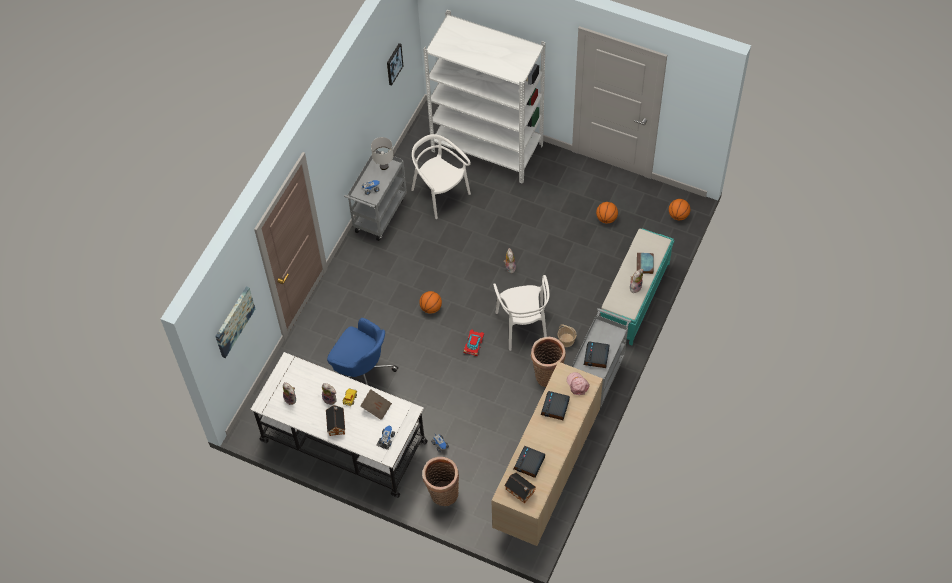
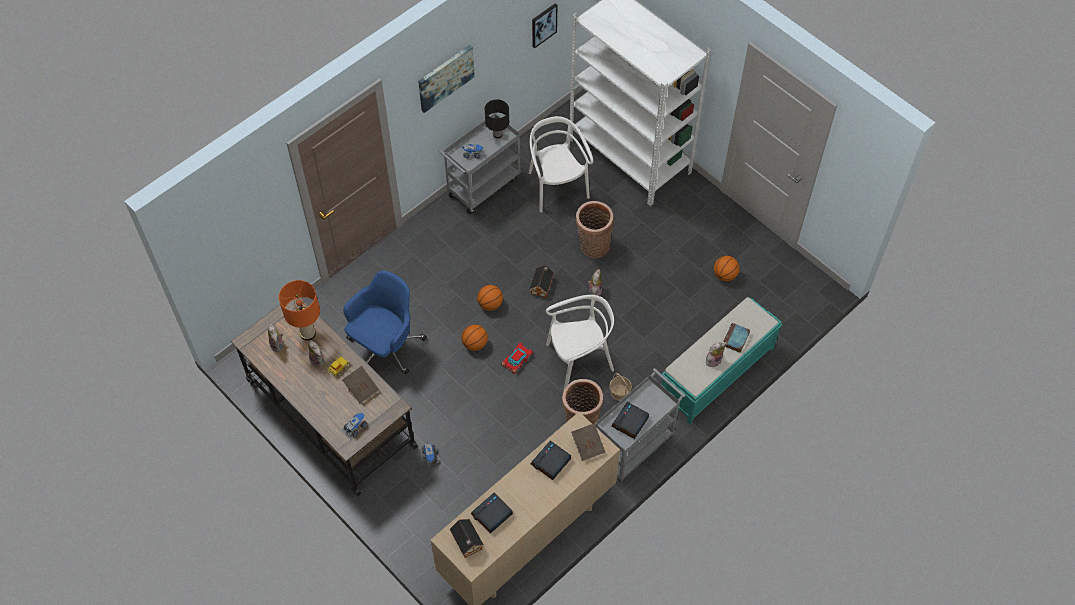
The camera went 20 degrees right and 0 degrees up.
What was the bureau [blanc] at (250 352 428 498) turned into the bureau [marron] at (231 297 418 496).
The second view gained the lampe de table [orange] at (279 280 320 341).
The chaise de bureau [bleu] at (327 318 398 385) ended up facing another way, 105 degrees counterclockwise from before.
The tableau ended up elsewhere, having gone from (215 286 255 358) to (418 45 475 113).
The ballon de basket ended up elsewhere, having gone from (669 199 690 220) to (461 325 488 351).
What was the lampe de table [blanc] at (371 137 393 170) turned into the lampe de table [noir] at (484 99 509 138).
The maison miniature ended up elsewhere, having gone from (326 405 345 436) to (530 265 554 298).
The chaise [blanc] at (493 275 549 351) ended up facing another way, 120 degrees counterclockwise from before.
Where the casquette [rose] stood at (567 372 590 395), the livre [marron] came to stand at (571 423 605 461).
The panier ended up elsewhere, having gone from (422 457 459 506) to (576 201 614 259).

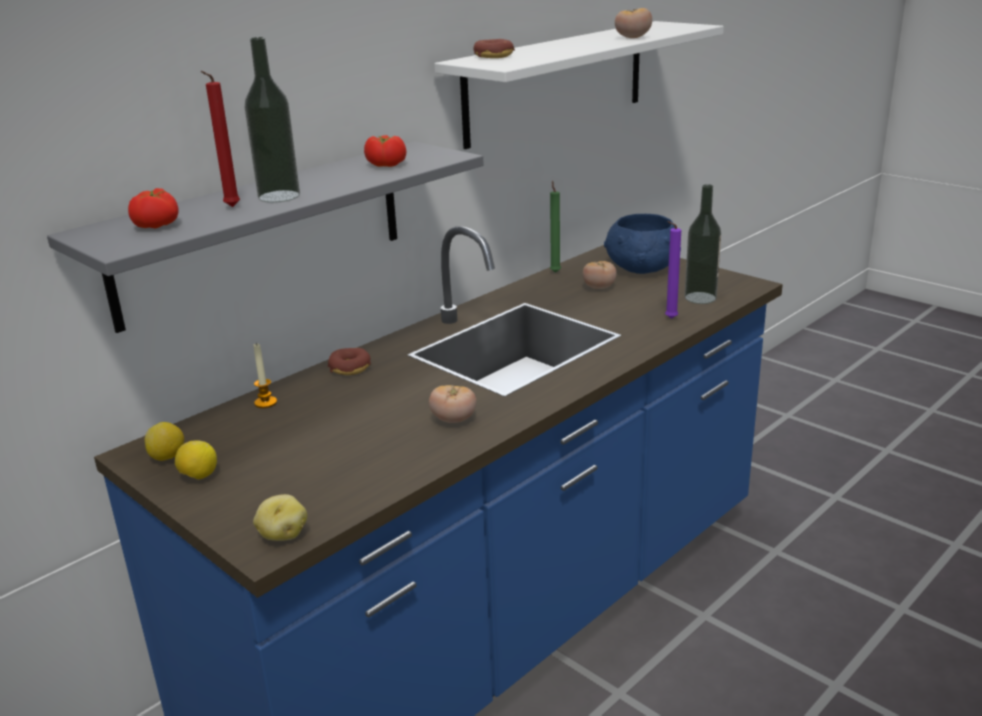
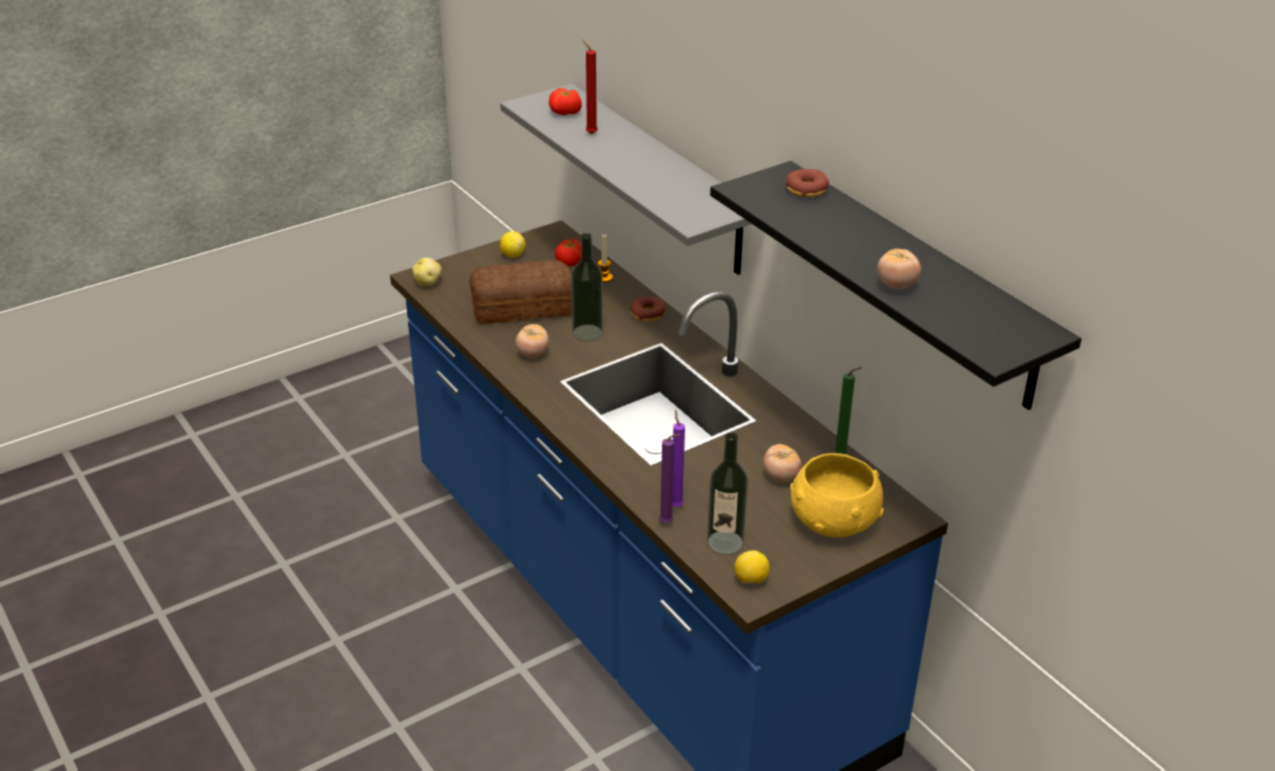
The camera went 100 degrees right and 10 degrees up.
The second view gained the pain at (469 260 572 324).
The tomate ended up elsewhere, having gone from (364 135 406 167) to (555 239 581 266).
The bouteille ended up elsewhere, having gone from (245 37 300 203) to (571 233 603 341).
The second view gained the bougie [violet] at (659 434 681 523).
What was the étagère [blanc] at (434 21 724 149) turned into the étagère [noir] at (710 161 1081 410).
The citron ended up elsewhere, having gone from (145 422 184 461) to (734 550 769 583).
What was the bol [bleu] at (604 214 681 274) turned into the bol [jaune] at (790 453 884 538).

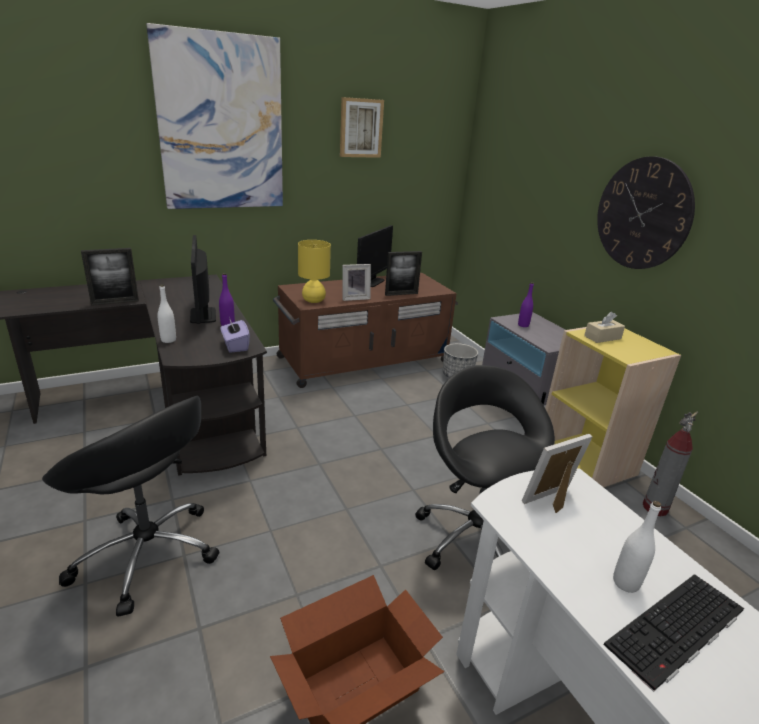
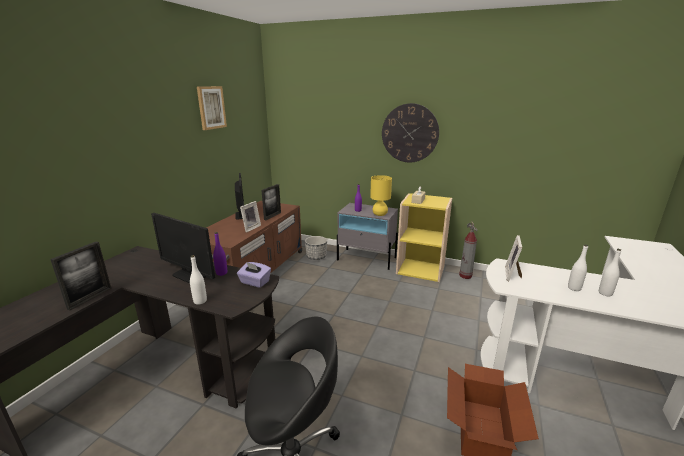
The camera went 40 degrees left and 5 degrees down.
The lampe de table [jaune] ended up elsewhere, having gone from (298 240 331 303) to (370 175 392 216).
Where the clavier stood at (604 574 744 692), the bouteille [blanc] came to stand at (599 249 621 296).
The second view lost the tableau at (146 23 283 209).
The second view lost the chaise de bureau [noir] at (415 365 555 570).

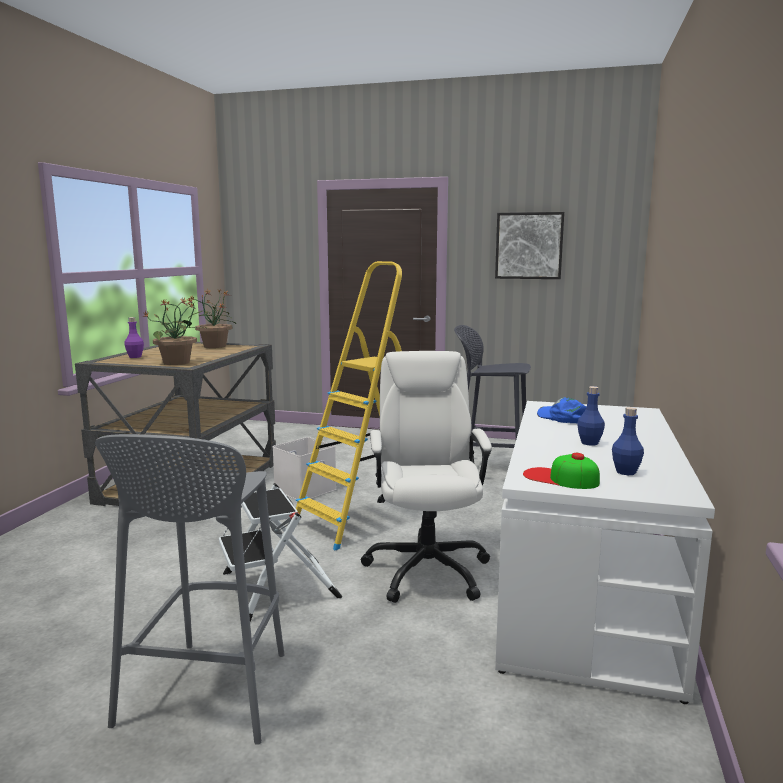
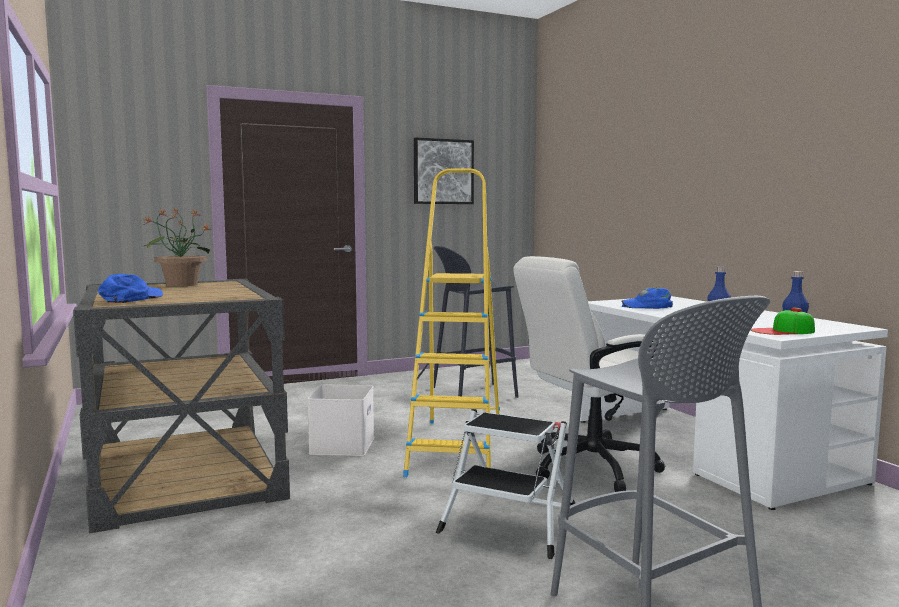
The camera went 40 degrees left and 5 degrees down.
Where the bouteille [violet] stood at (124 317 144 358), the casquette [bleu] came to stand at (98 274 163 303).
The chaise de bureau [blanc] at (361 351 492 603) ended up facing another way, 75 degrees counterclockwise from before.
The second view lost the plante en pot at (142 297 208 365).

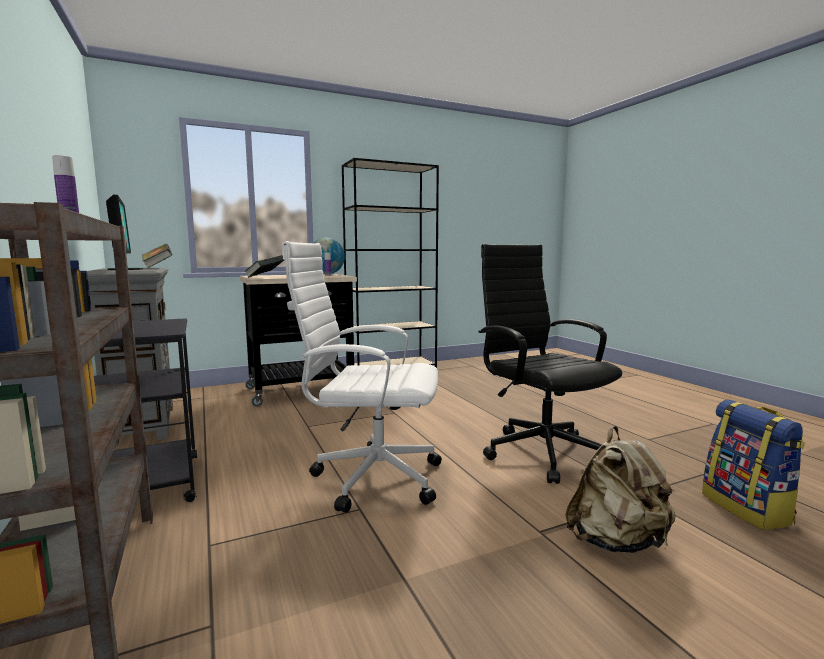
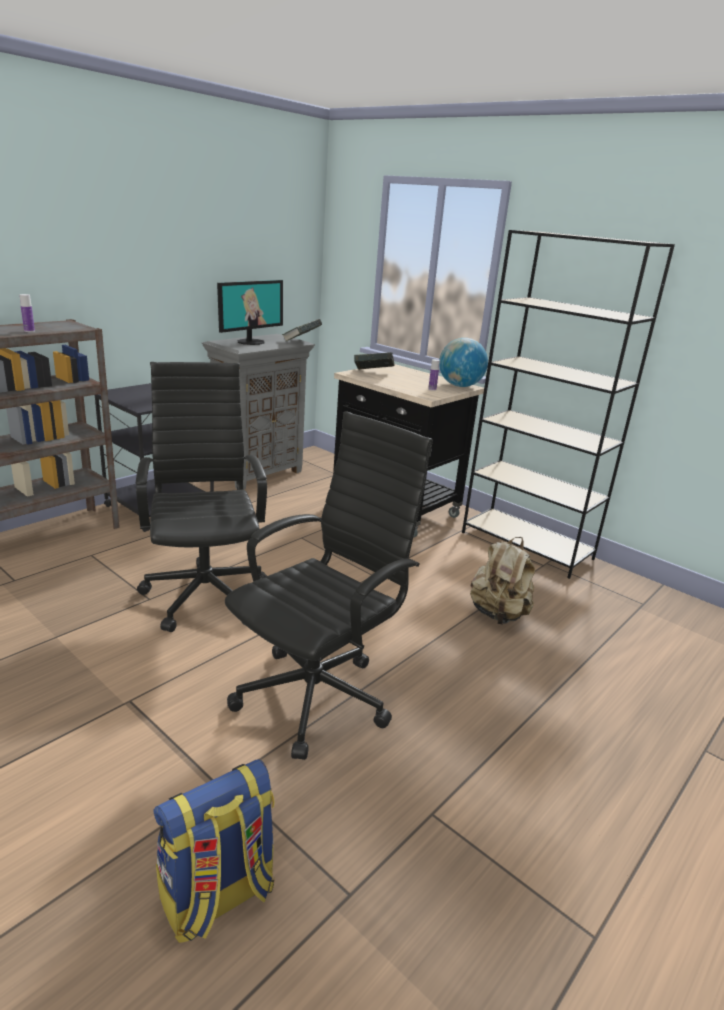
The camera went 65 degrees right and 15 degrees up.
What was the chaise de bureau [blanc] at (282 241 442 513) turned into the chaise de bureau [noir] at (136 362 267 632).
The sac à dos [beige] ended up elsewhere, having gone from (565 426 676 553) to (470 537 535 625).

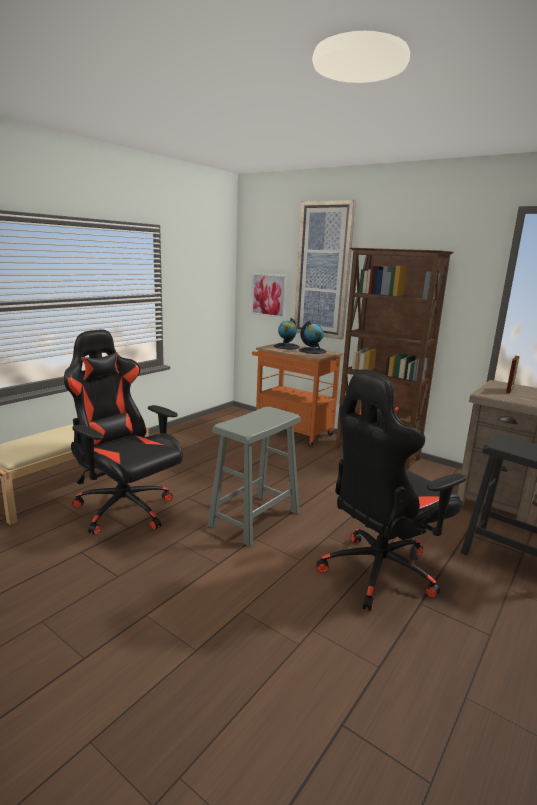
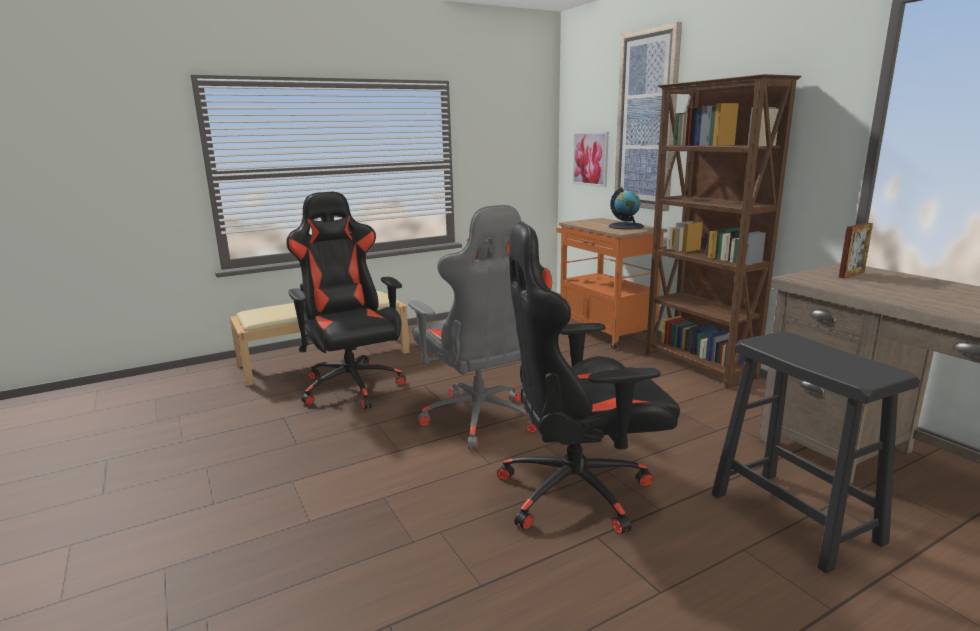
The camera went 25 degrees right and 0 degrees up.
Where the tabouret [gris] stood at (208 407 301 547), the chaise de bureau [gris] came to stand at (408 205 538 450).
The second view lost the globe at (274 318 300 349).

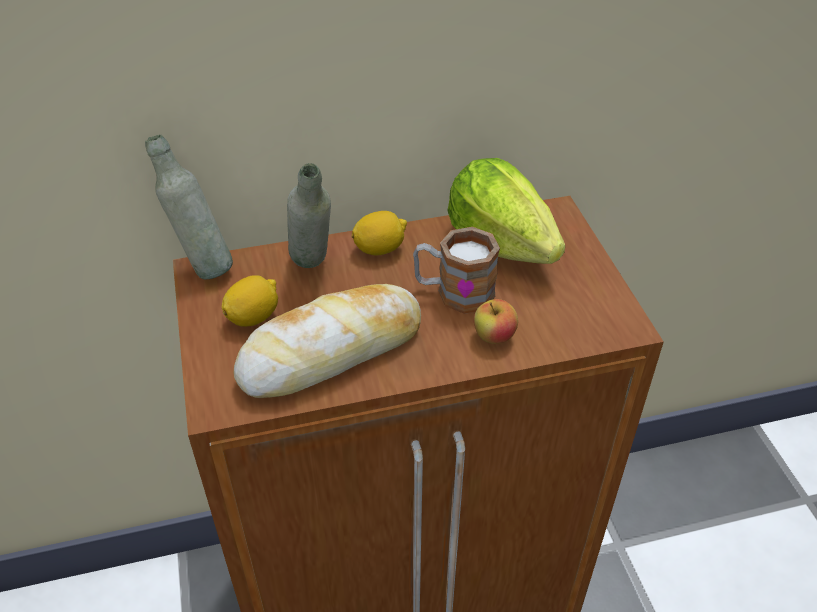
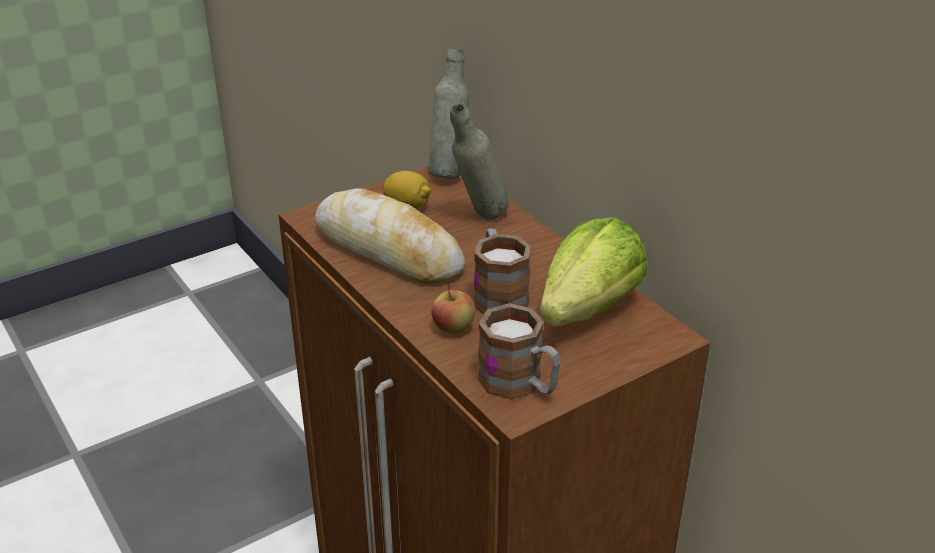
The camera went 70 degrees right and 10 degrees down.
The second view gained the mug at (478 303 560 399).
The second view lost the citron at (352 211 407 255).

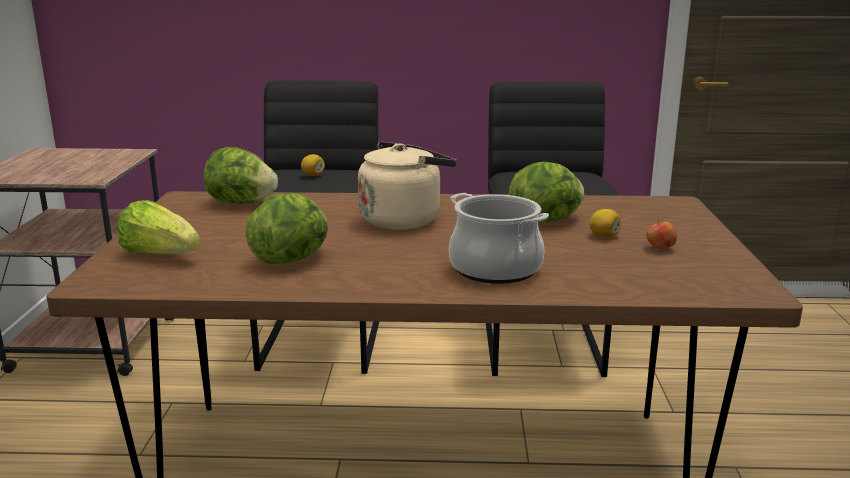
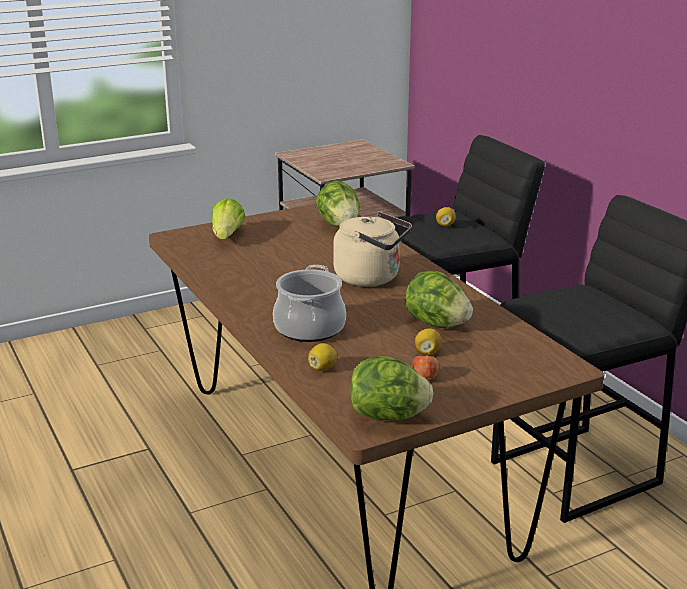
The camera went 60 degrees right and 5 degrees up.
The second view gained the citron at (308 343 337 371).
The laitue ended up elsewhere, having gone from (245 193 328 264) to (350 356 433 421).

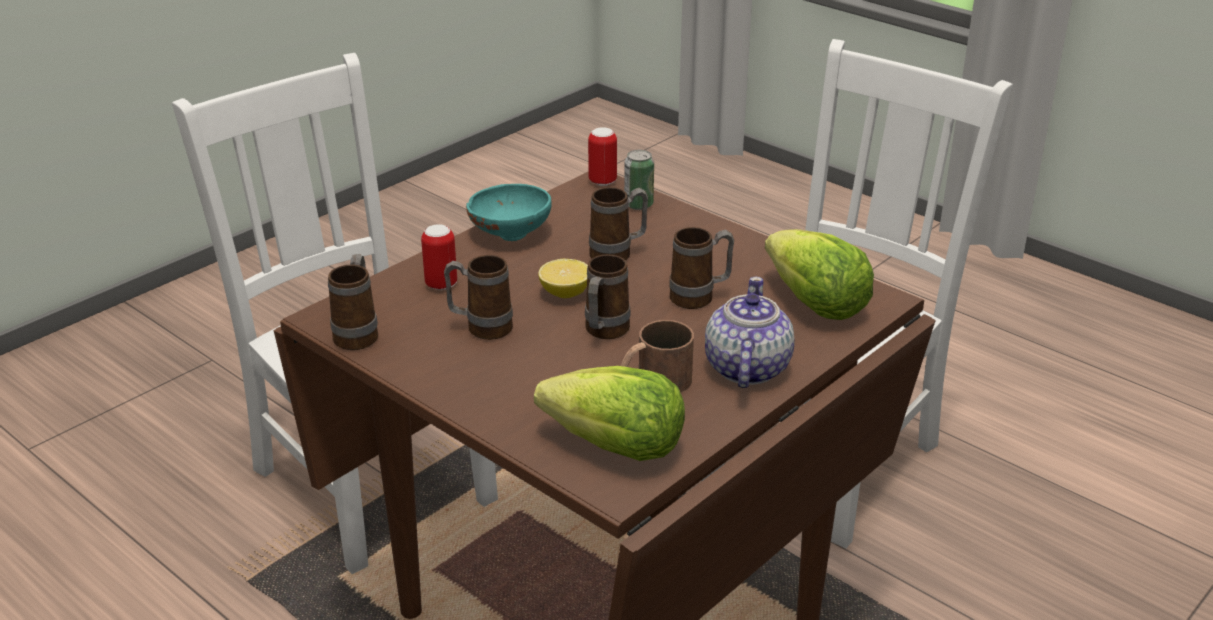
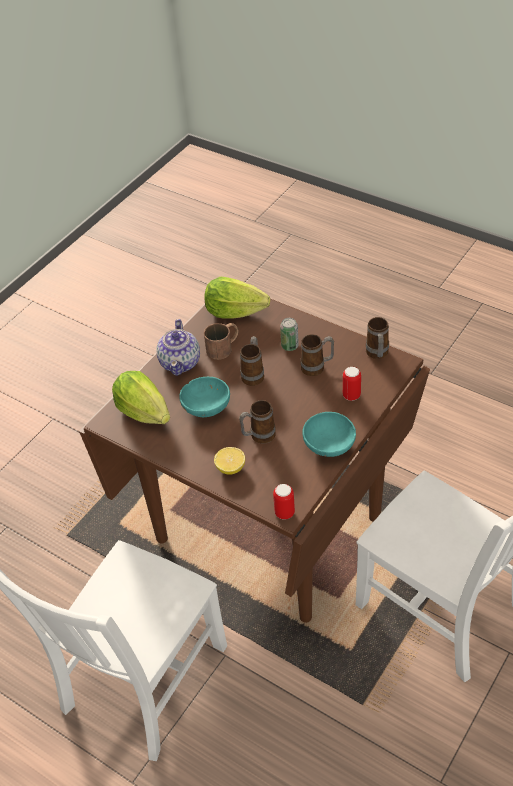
The camera went 175 degrees right and 15 degrees up.
Where the mug stood at (669 227 734 309), the bol [turquoise] came to stand at (179 377 230 417).
The citron ended up elsewhere, having gone from (538 259 588 298) to (214 447 245 474).
The boîte métallique ended up elsewhere, having gone from (624 150 654 210) to (280 318 299 351).

